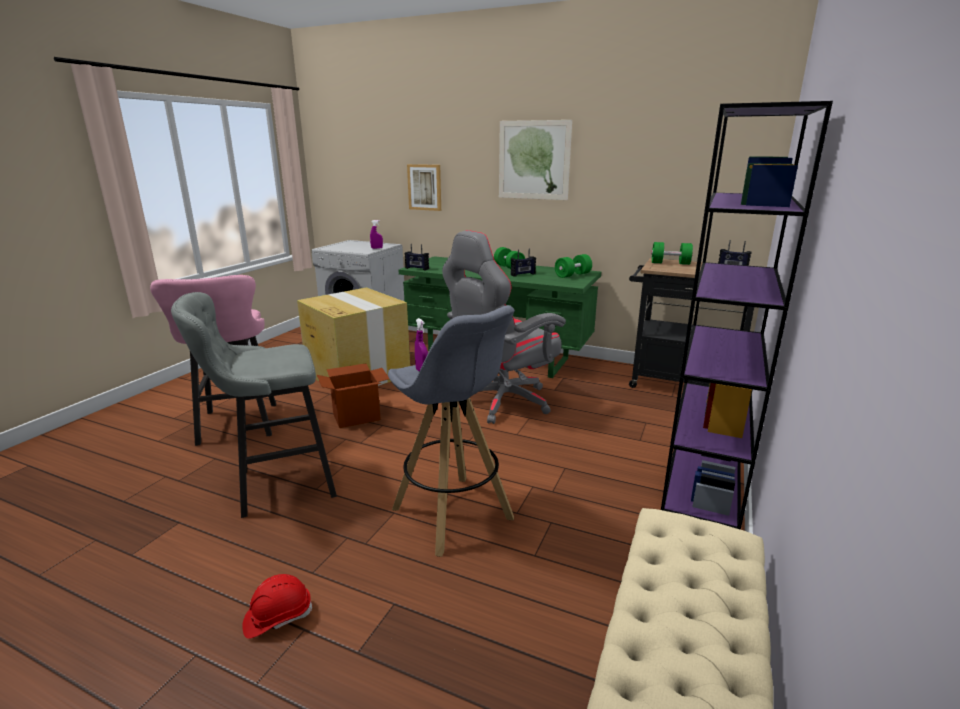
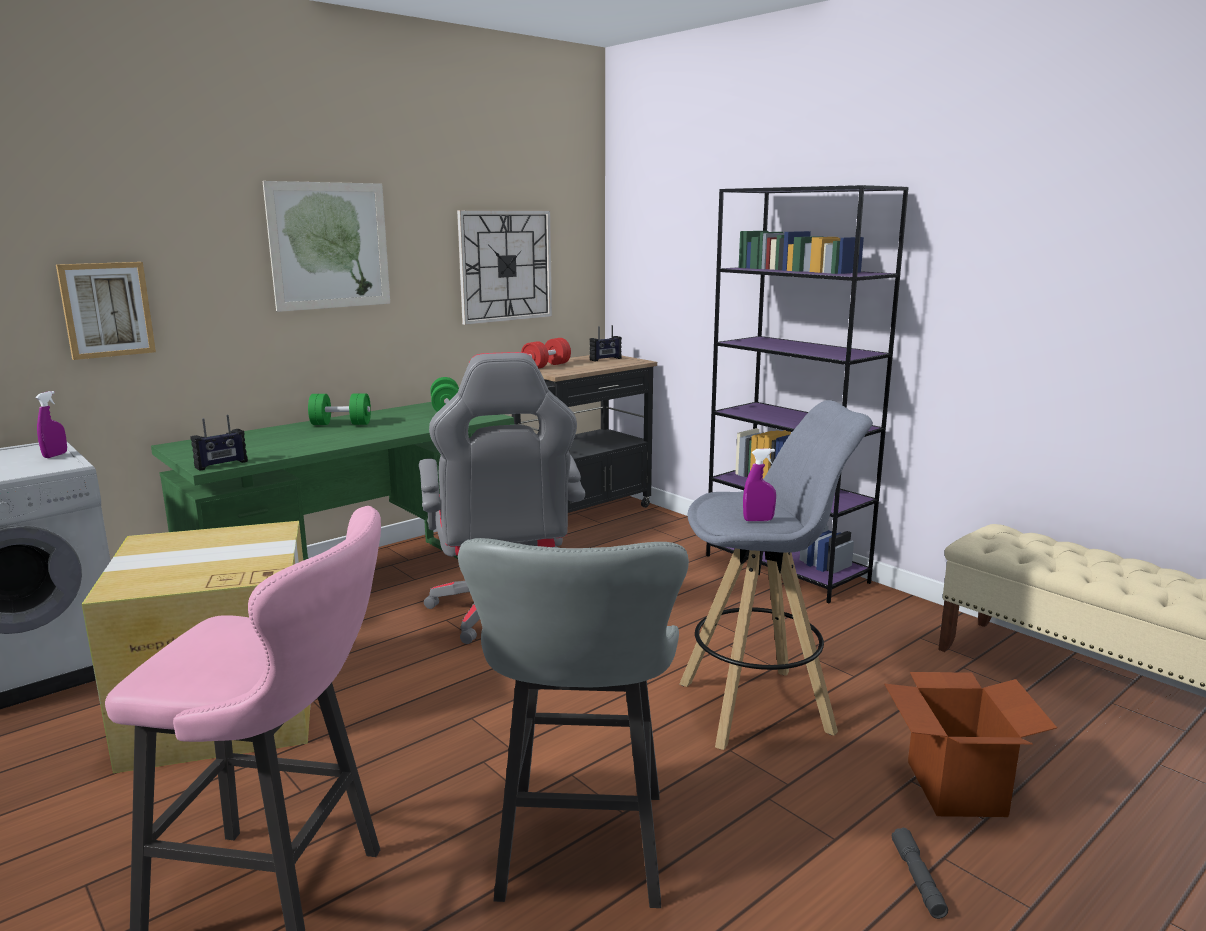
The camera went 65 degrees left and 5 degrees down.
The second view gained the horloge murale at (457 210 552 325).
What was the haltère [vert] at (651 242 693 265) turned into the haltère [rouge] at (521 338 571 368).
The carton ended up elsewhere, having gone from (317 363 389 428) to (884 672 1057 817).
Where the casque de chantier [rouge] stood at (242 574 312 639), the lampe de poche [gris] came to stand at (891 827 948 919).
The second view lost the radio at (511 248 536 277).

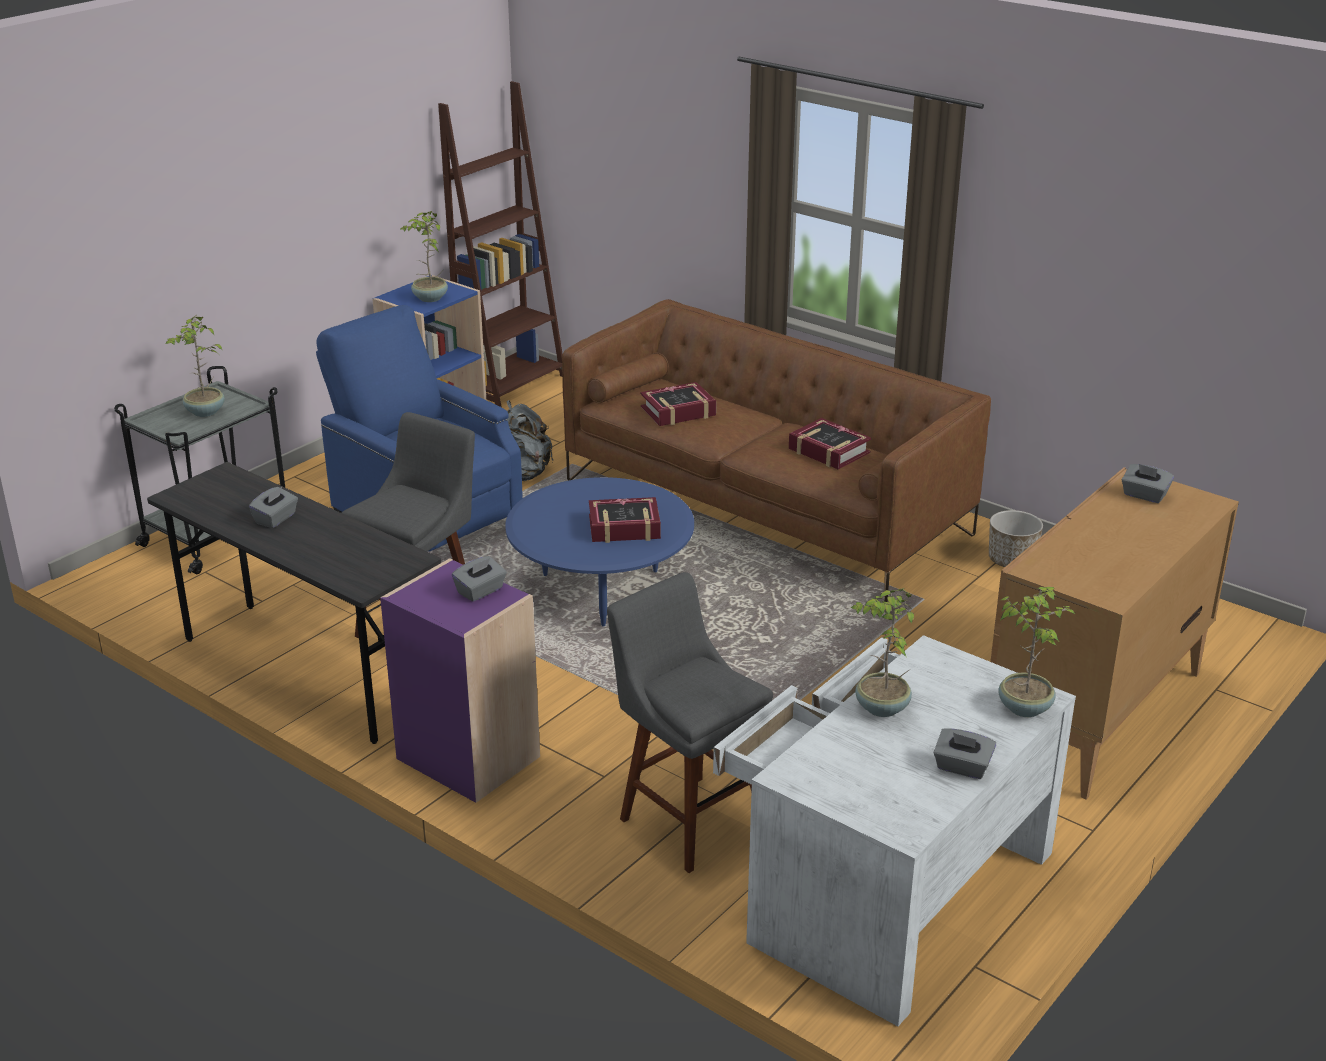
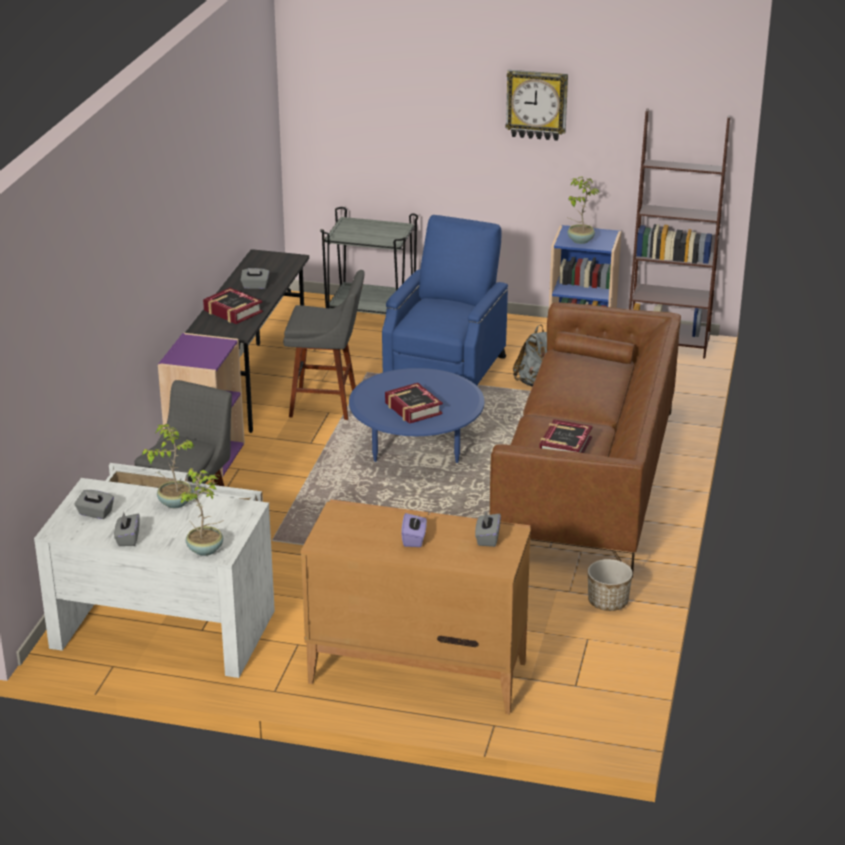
The camera went 65 degrees right and 0 degrees up.
The boîte à mouchoirs [gris] ended up elsewhere, having gone from (452 556 507 602) to (75 490 114 519).
The livre ended up elsewhere, having gone from (641 382 716 426) to (203 288 263 324).
The second view gained the boîte à mouchoirs [violet] at (401 513 427 547).
The second view gained the horloge murale at (505 70 568 141).
The second view lost the plante en pot at (166 315 225 417).

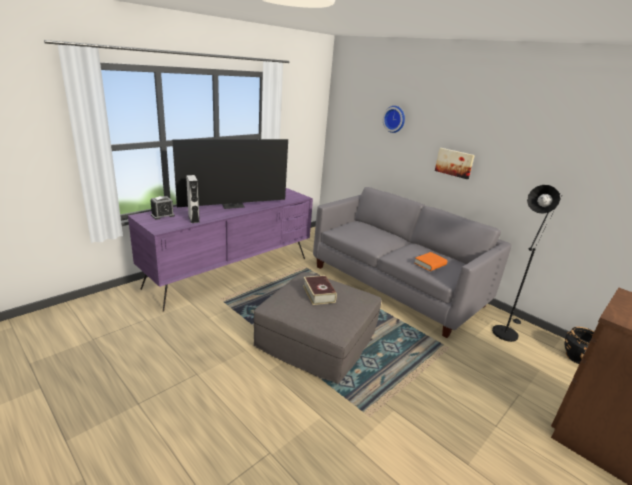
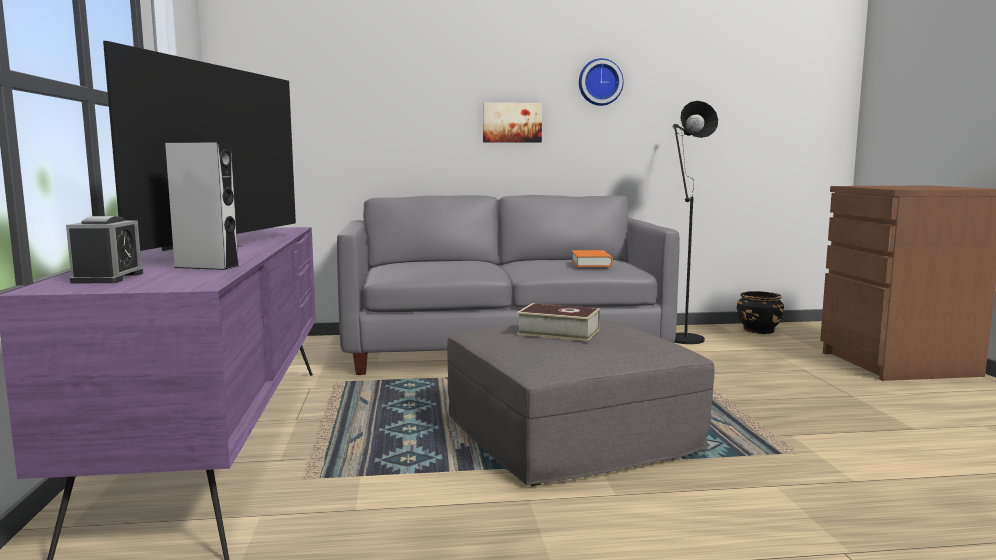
The camera went 50 degrees left and 15 degrees down.
The horloge murale ended up elsewhere, having gone from (383 106 405 133) to (579 58 624 106).

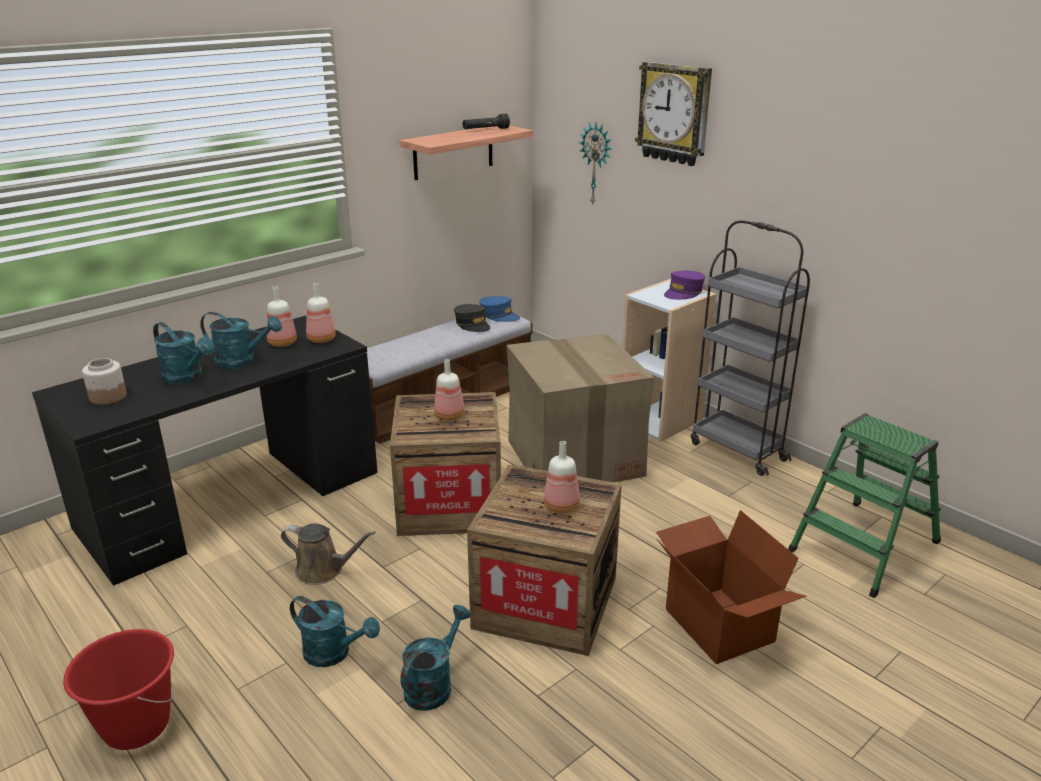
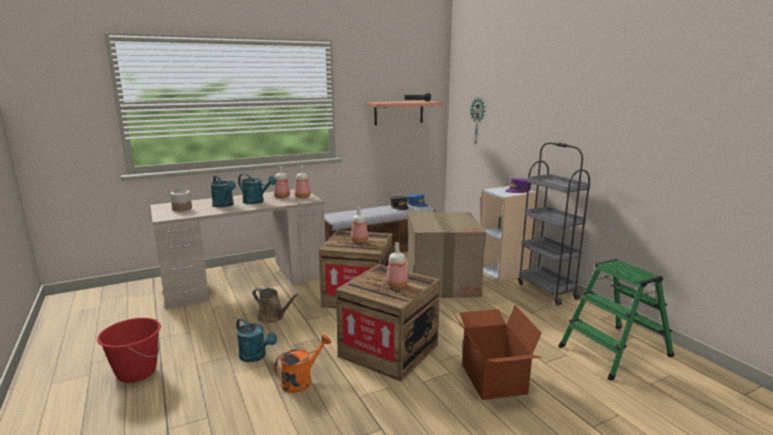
The camera went 15 degrees right and 10 degrees down.
What was the bureau [noir] at (32 315 378 586) turned into the bureau [beige] at (150 189 326 309).
What was the arrosoir [turquoise] at (400 605 471 711) turned into the arrosoir [orange] at (274 334 331 393).
The second view lost the horloge murale at (635 61 712 166).

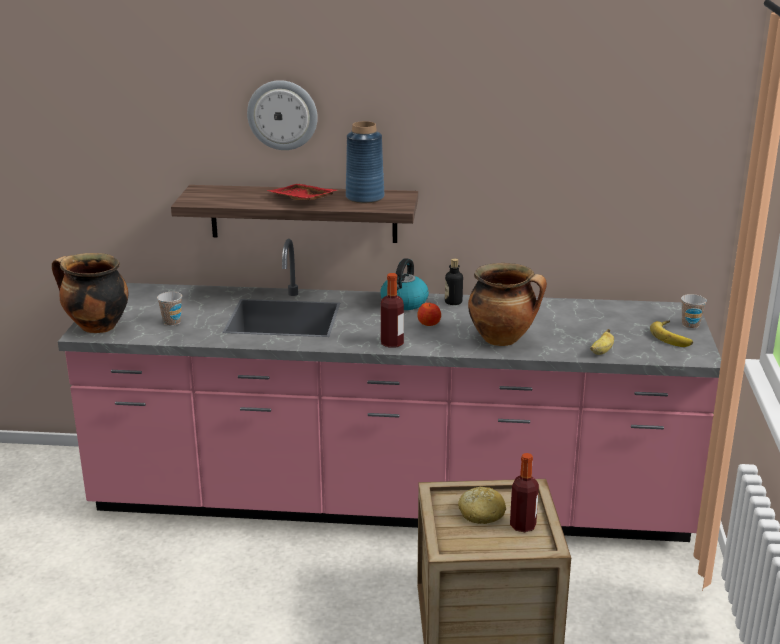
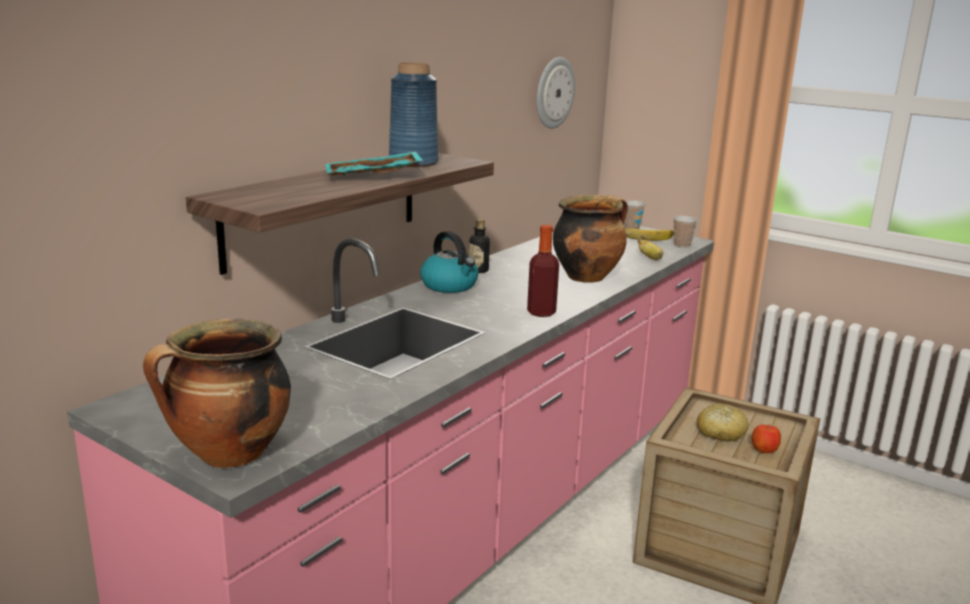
The camera went 60 degrees left and 5 degrees down.
What was the plateau [rouge] at (267 184 338 200) turned into the plateau [turquoise] at (325 152 423 176).
The horloge murale ended up elsewhere, having gone from (247 80 318 150) to (537 57 575 129).
The tasse ended up elsewhere, having gone from (157 292 182 326) to (673 216 698 248).
The pomme ended up elsewhere, having gone from (417 303 441 326) to (751 424 781 453).
The second view lost the bouteille at (510 453 539 532).

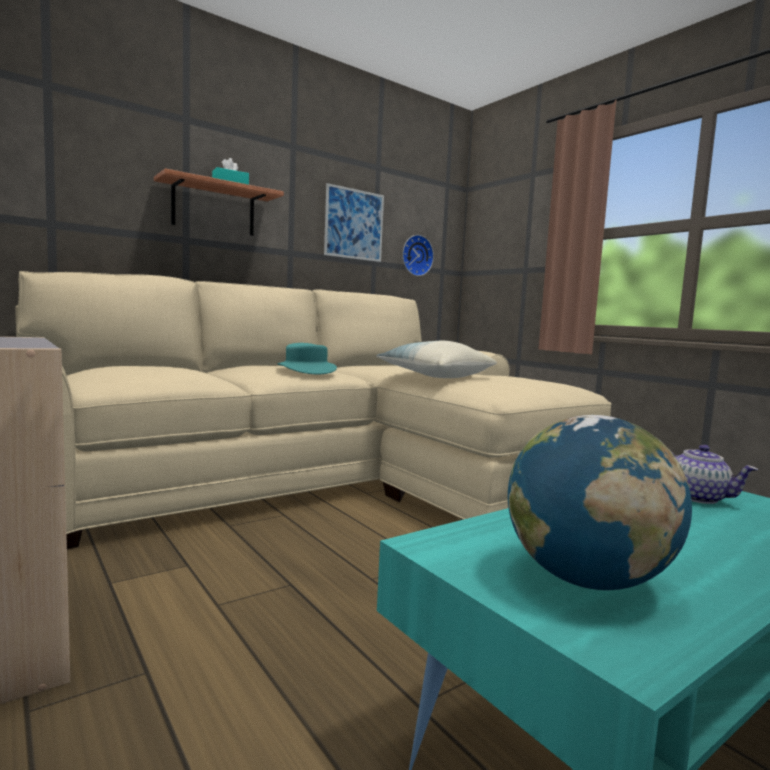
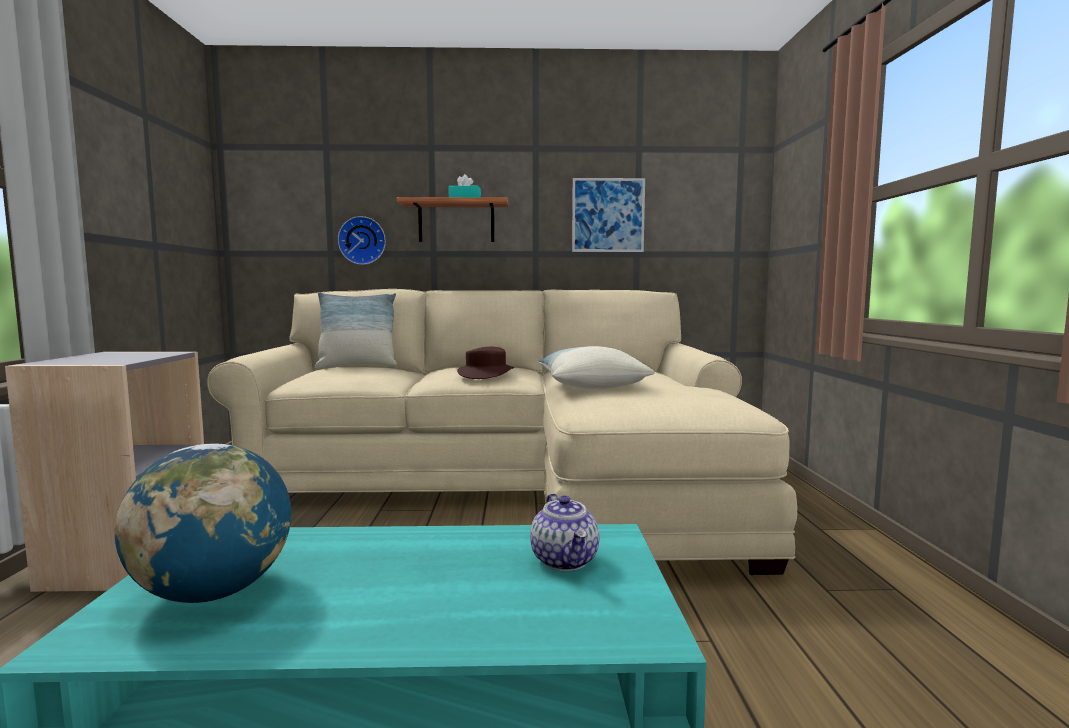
The camera went 35 degrees right and 0 degrees up.
The second view gained the coussin at (315 292 397 369).
The horloge murale ended up elsewhere, having gone from (402 235 434 276) to (338 216 386 265).
What was the chapeau [turquoise] at (277 343 337 374) turned into the chapeau [marron] at (457 347 514 379).

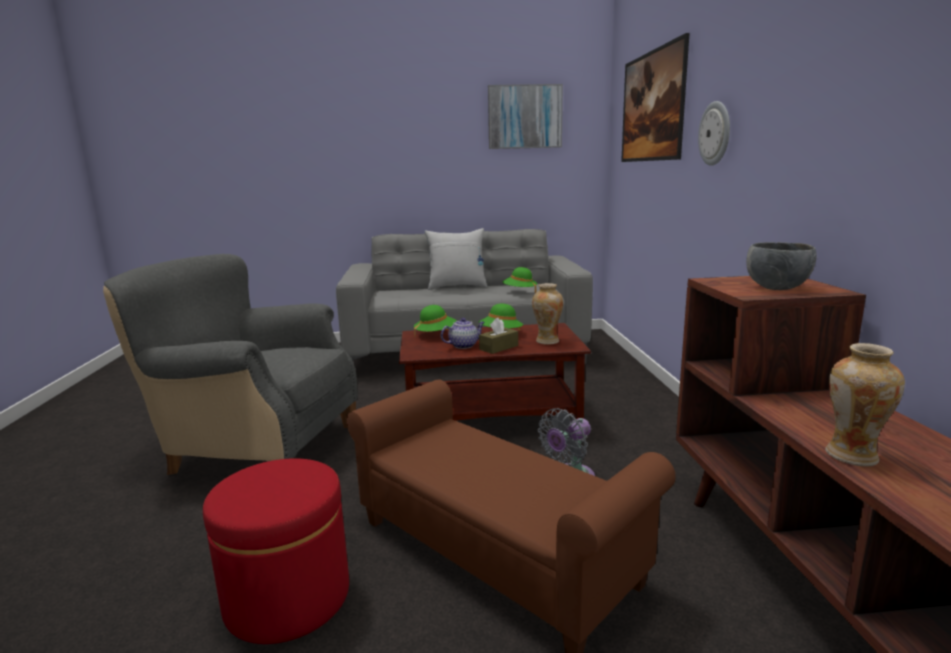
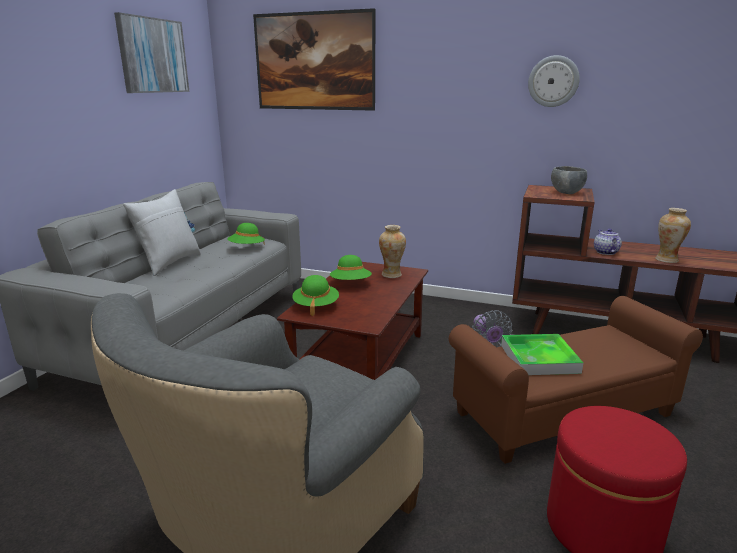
The camera went 65 degrees left and 5 degrees up.
The second view gained the plateau at (501 334 583 375).
The horloge murale ended up elsewhere, having gone from (698 101 730 166) to (528 55 580 107).
The théière ended up elsewhere, having gone from (441 318 485 349) to (594 229 622 255).
The second view lost the boîte à mouchoirs [marron] at (479 317 518 354).

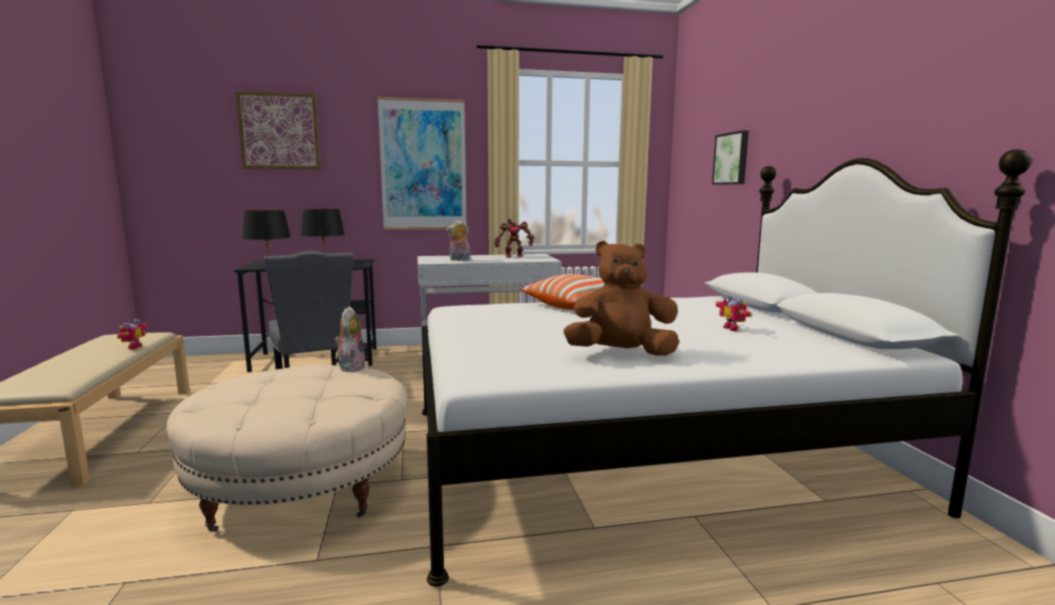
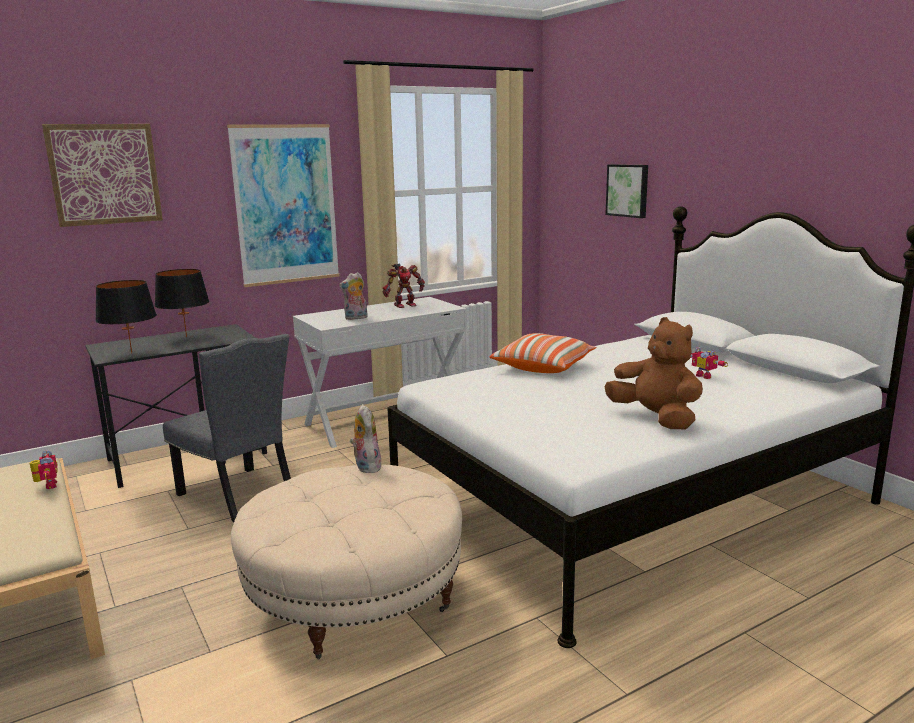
The camera went 20 degrees left and 5 degrees up.
The peluche [marron] at (563 241 679 356) ended up facing another way, 75 degrees clockwise from before.

